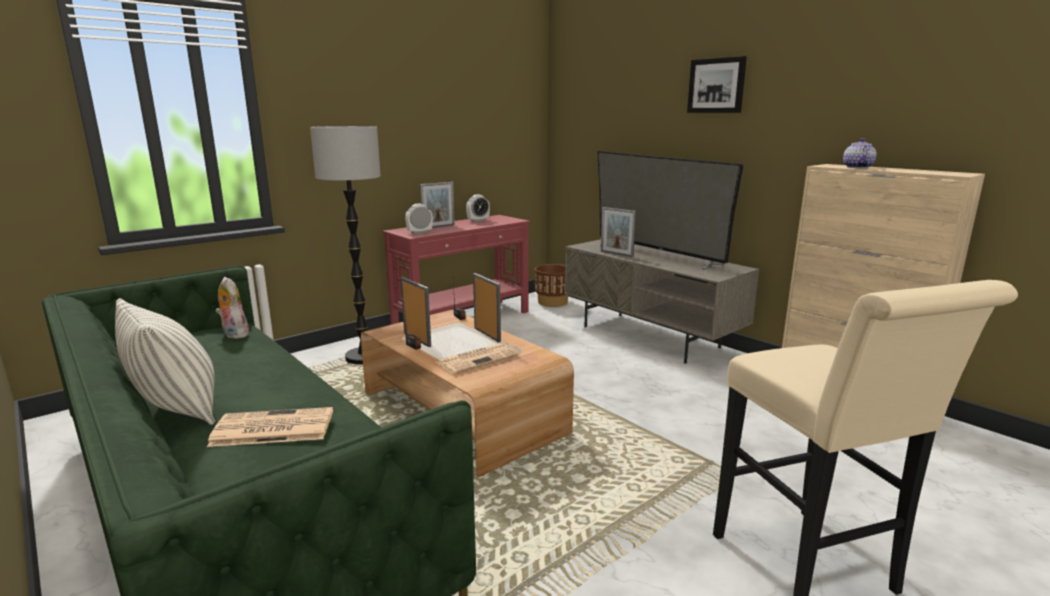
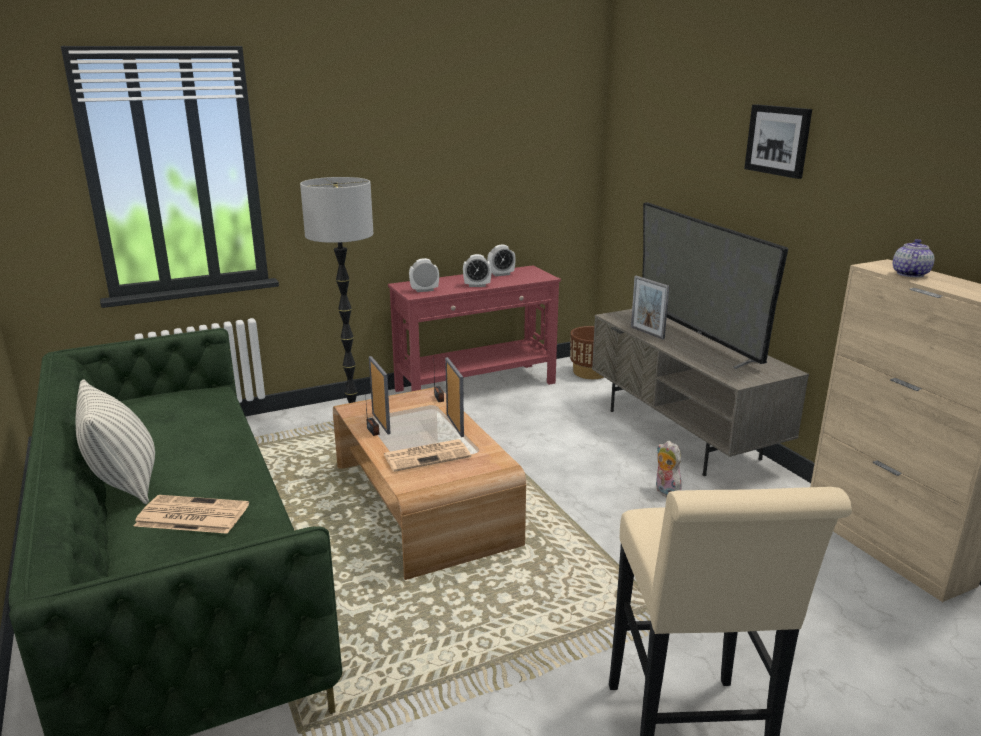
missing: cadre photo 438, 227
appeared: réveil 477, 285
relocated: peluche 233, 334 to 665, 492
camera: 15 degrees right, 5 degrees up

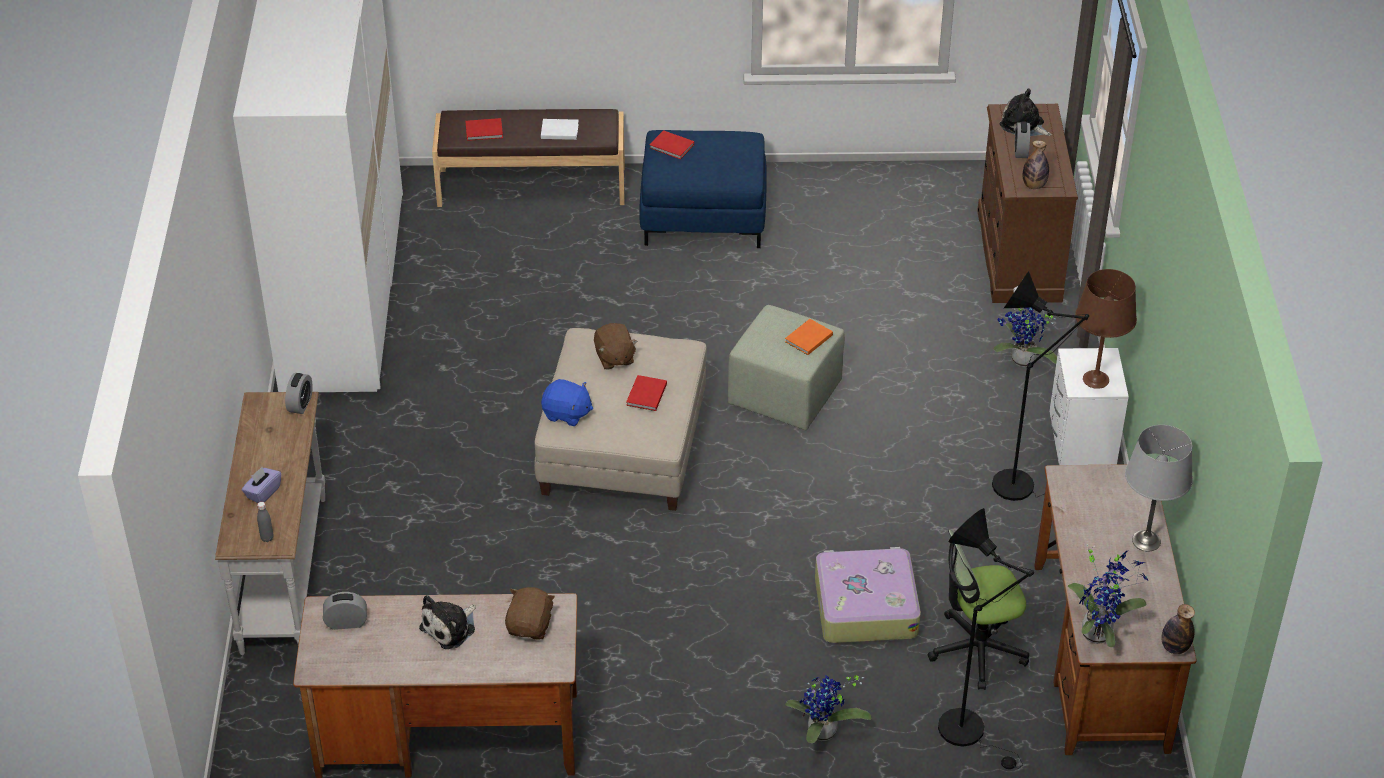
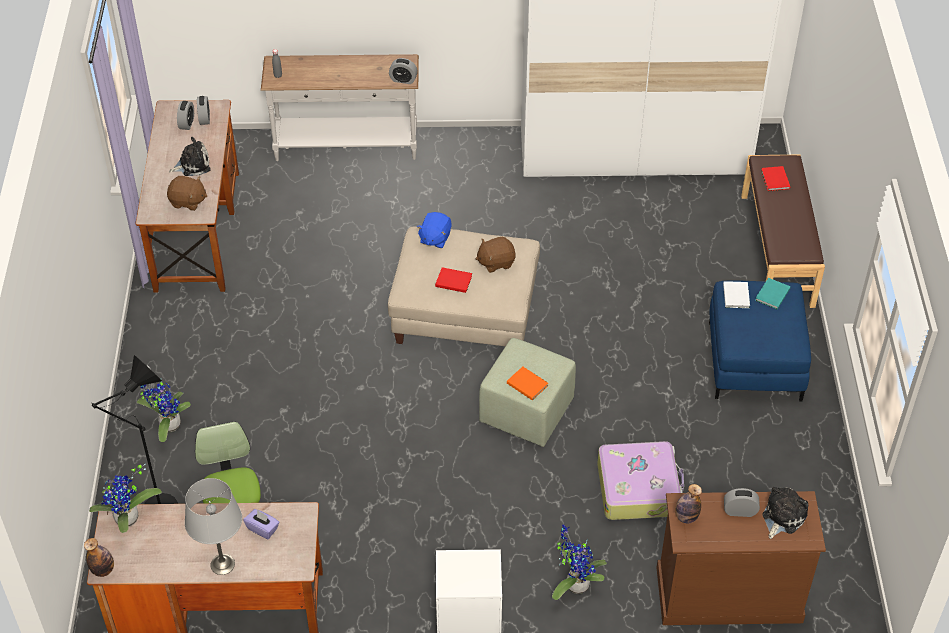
missing: lampadaire/noir 1021, 487; lampe de table/marron 1096, 379
appeared: réveil 187, 123
relocated: boîte à mouchoirs/violet 263, 492 to 262, 529; livre/blanc 558, 130 to 736, 295; valise 864, 606 to 639, 488
colour: livre/rouge 672, 147 to livre/turquoise 771, 295
spun: peluche 450, 628 = 192, 165 120 degrees clockwise
camera: 90 degrees right, 5 degrees up

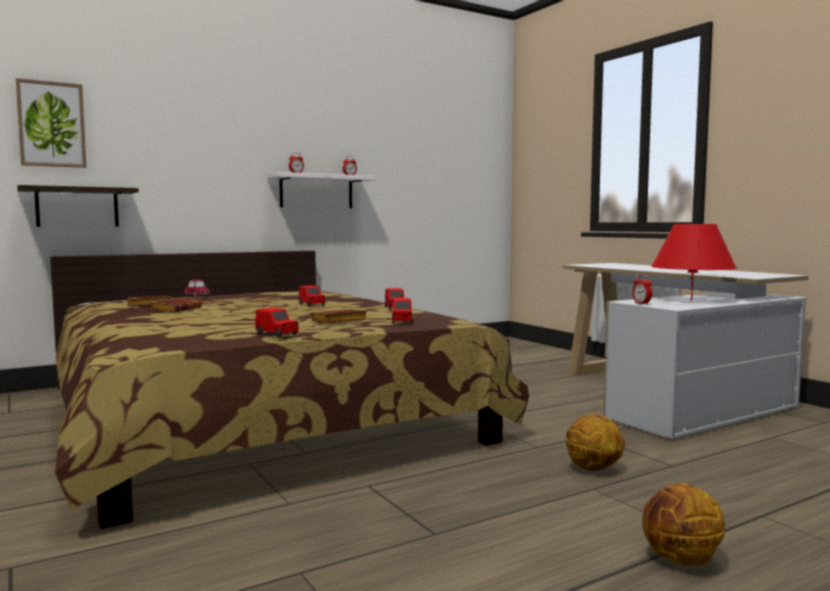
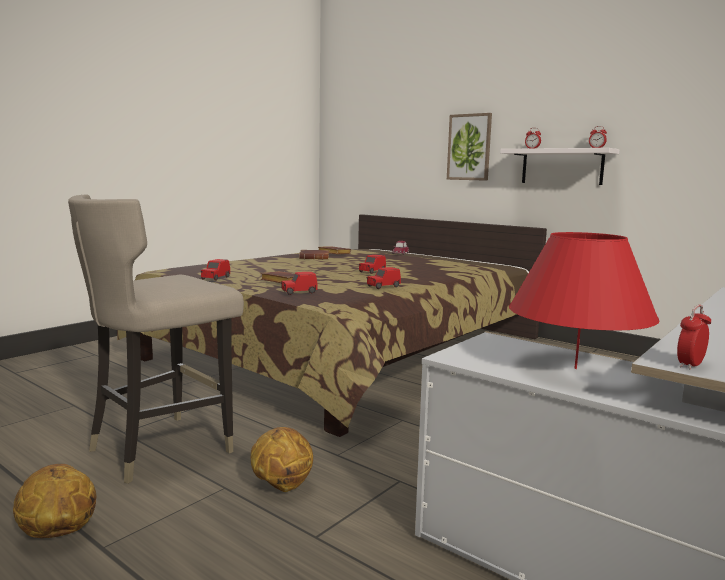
missing: étagère 77, 207
appeared: tabouret/beige 161, 448
relocated: tableau 51, 124 to 469, 147; réveil 641, 304 to 690, 365
camera: 70 degrees right, 5 degrees up

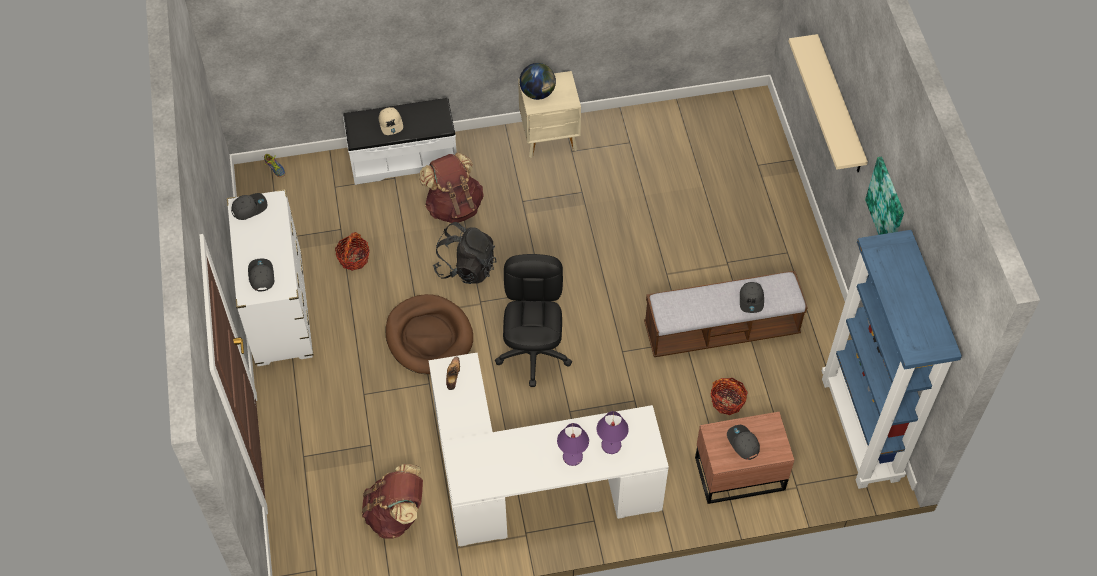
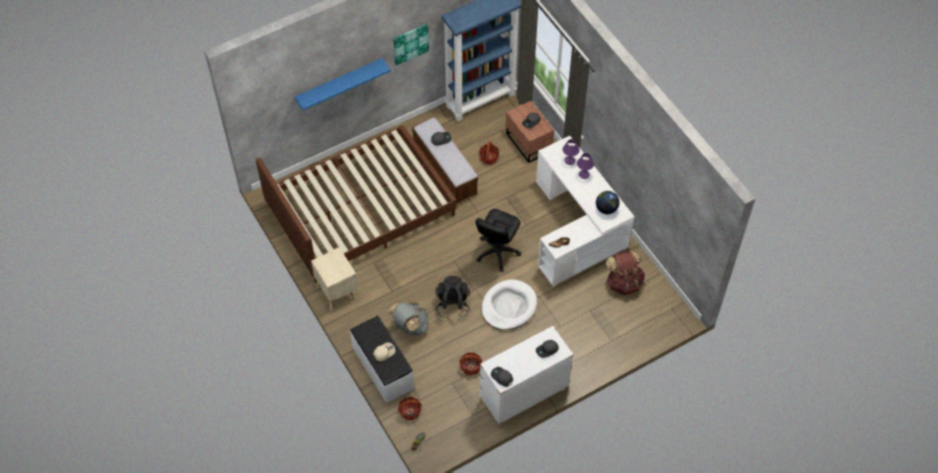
appeared: lit/marron 360, 210; panier 410, 411
relocated: globe 538, 93 to 606, 209
colour: panier pour chien/marron 429, 337 to panier pour chien/blanc 508, 306; sac à dos/marron 454, 206 to sac à dos/gris 410, 326; étagère/beige 839, 106 to étagère/bleu 339, 82
spun: chaise de bureau/noir 534, 353 = 497, 252 45 degrees counterclockwise
camera: 110 degrees left, 0 degrees up

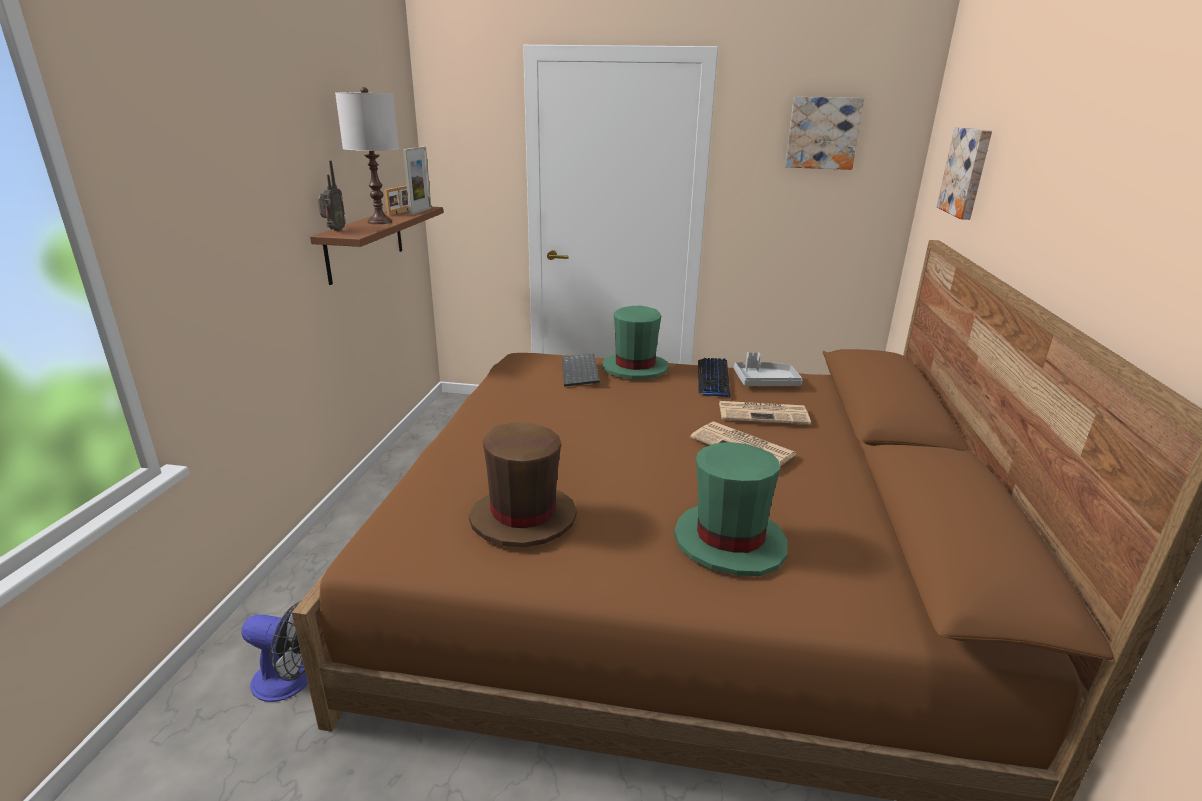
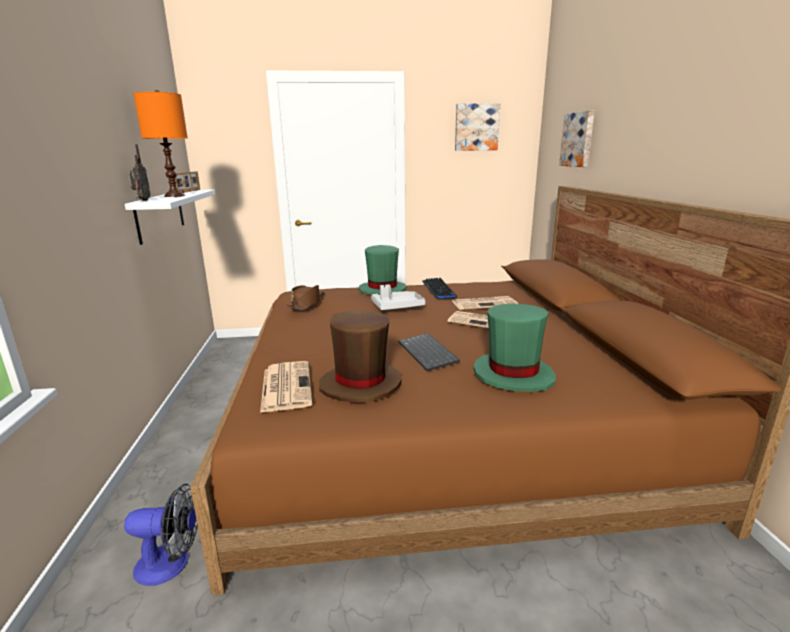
missing: cadre photo 420, 211
appeared: journal 286, 386; chapeau/marron 306, 304
relocated: clavier 581, 372 to 429, 353; plateau/gris 765, 382 to 397, 307
colour: étagère/marron 365, 242 to étagère/blanc 160, 215; lampe de table/blanc 380, 222 to lampe de table/orange 174, 196
camera: 15 degrees left, 5 degrees down

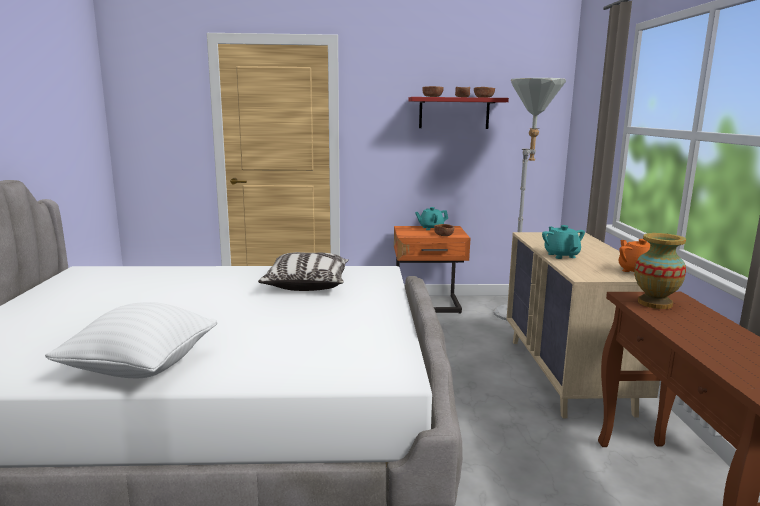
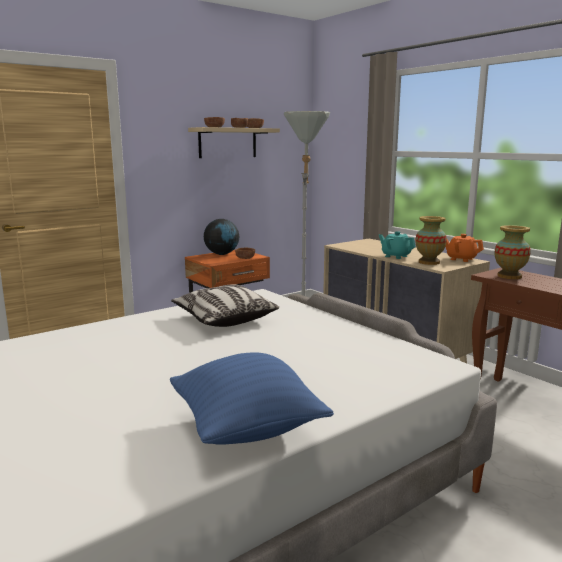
appeared: vase 429, 262
exchanged: théière/turquoise 431, 228 to globe 222, 254
colour: coussin/blanc 141, 368 to coussin/bleu 247, 428; étagère/rouge 454, 113 to étagère/beige 227, 143
camera: 35 degrees left, 0 degrees up

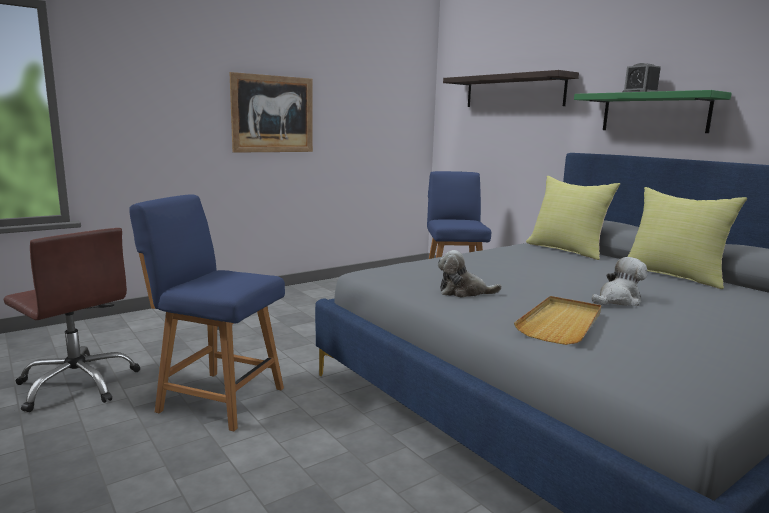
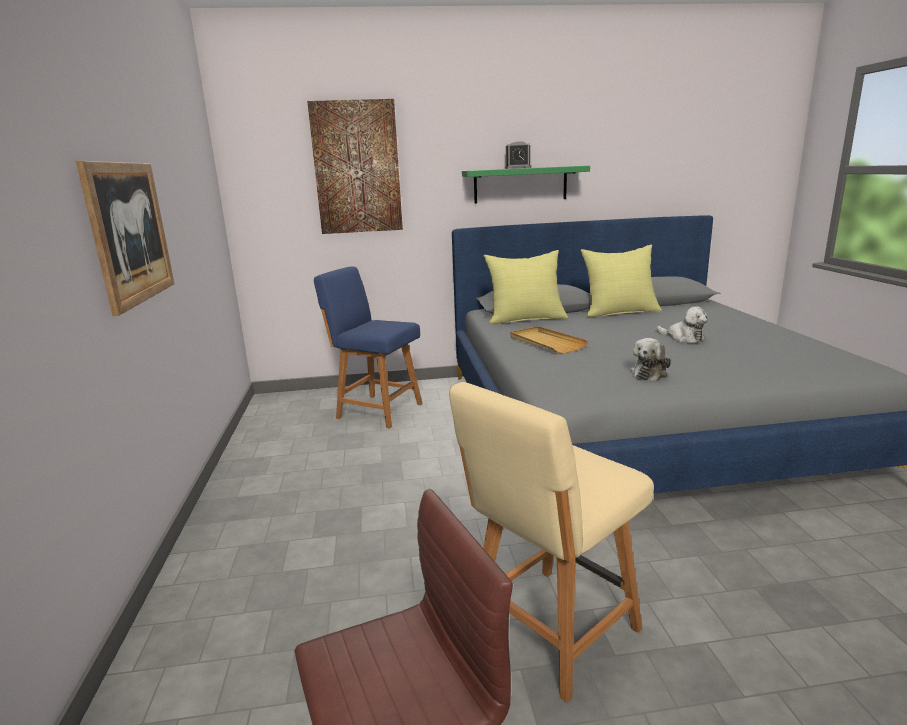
relocated: plateau/beige 561, 323 to 546, 342
exchanged: étagère 513, 91 to tableau 357, 168
colour: chaise/bleu 218, 398 to chaise/beige 550, 631
spun: peluche 618, 300 = 683, 338 135 degrees clockwise
camera: 60 degrees left, 5 degrees up

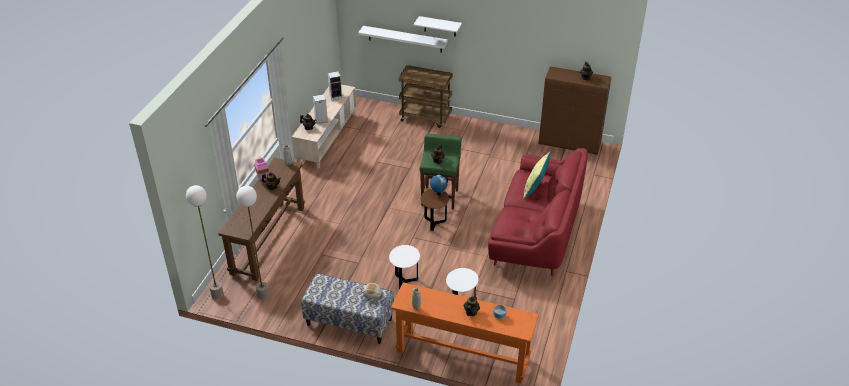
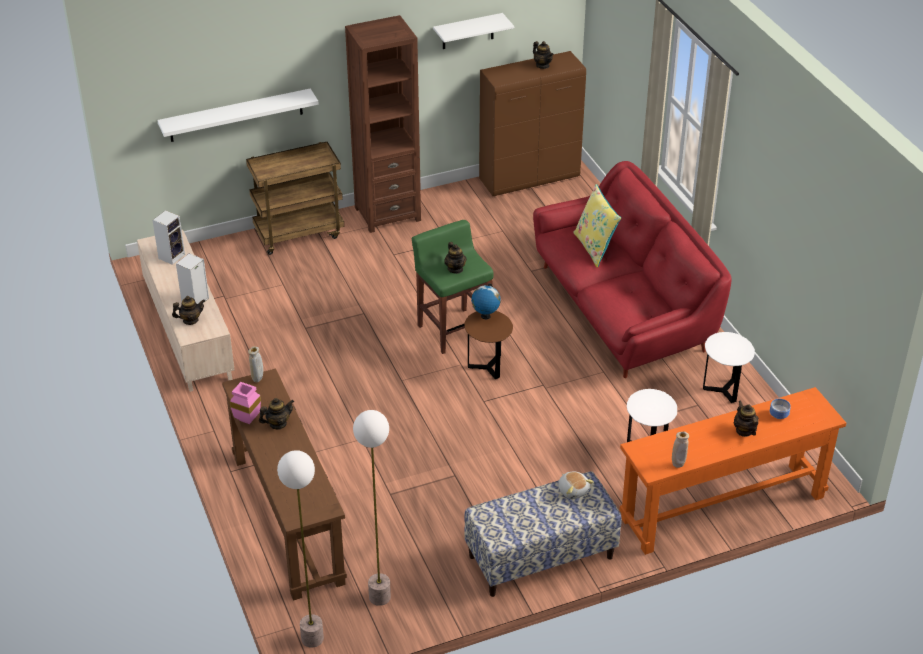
appeared: bibliothèque/marron 387, 214
relocated: table d'appoint/blanc 405, 281 to 723, 390; étagère/blanc 440, 26 to 468, 31
camera: 40 degrees left, 0 degrees up

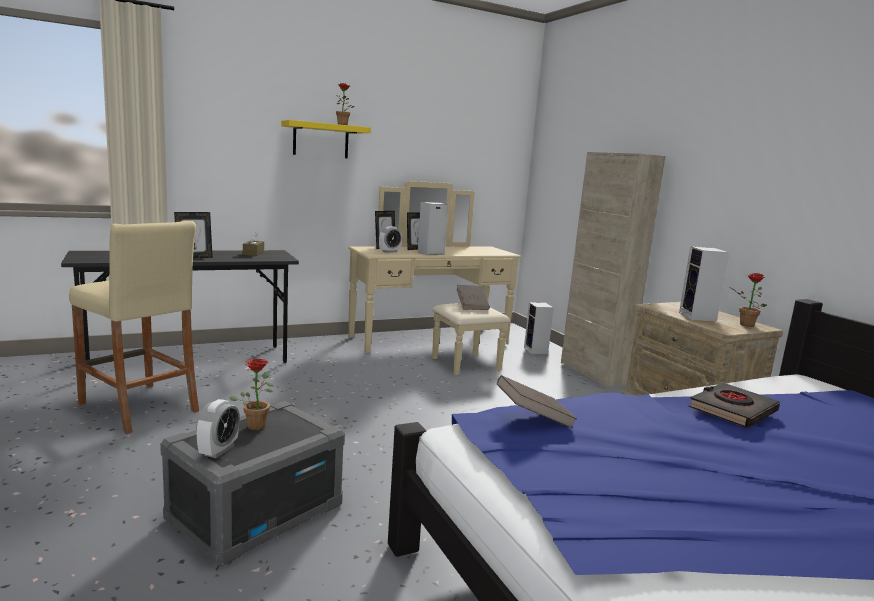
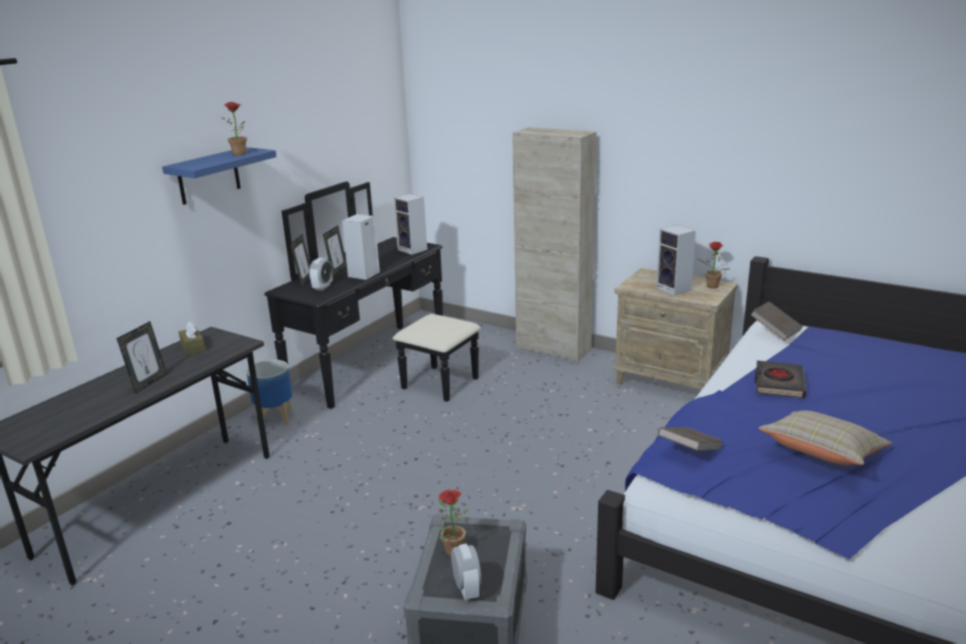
missing: tabouret/beige 138, 407
appeared: cache-pot 275, 418; coussin/beige 822, 454
relocated: livre/marron 472, 306 to 775, 331; enceinte 536, 351 to 413, 250
colour: étagère/jaune 321, 140 to étagère/bleu 208, 176; commode/beige 438, 344 to commode/noir 385, 367
camera: 30 degrees left, 10 degrees up

